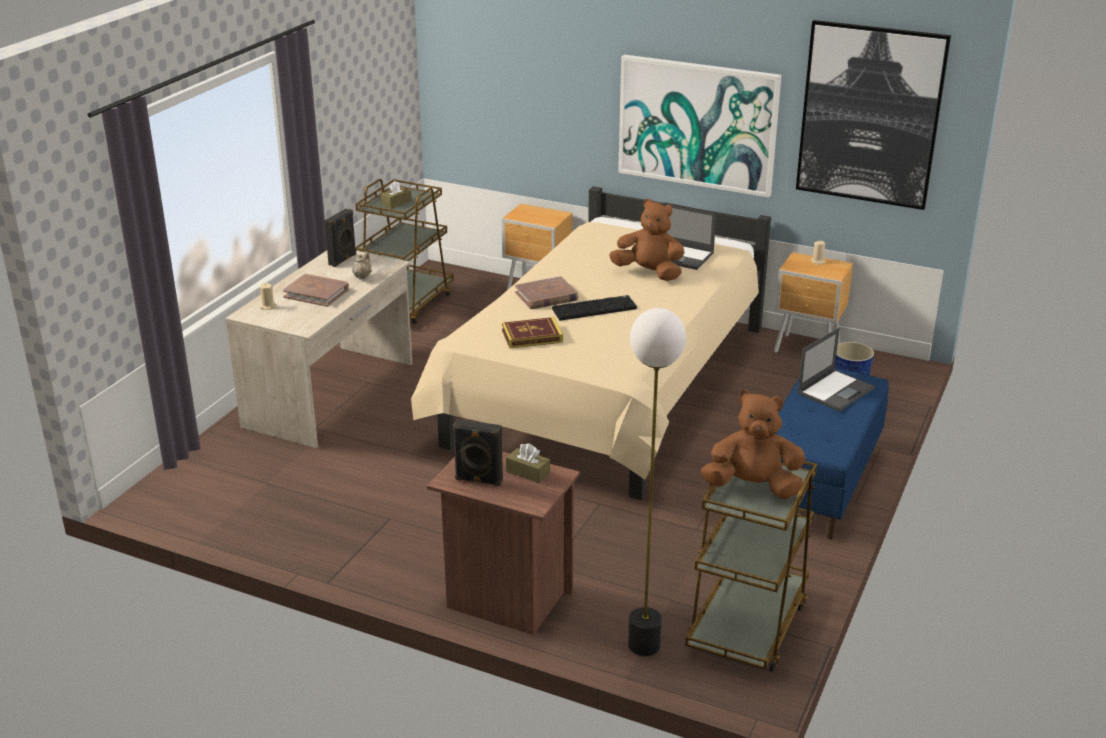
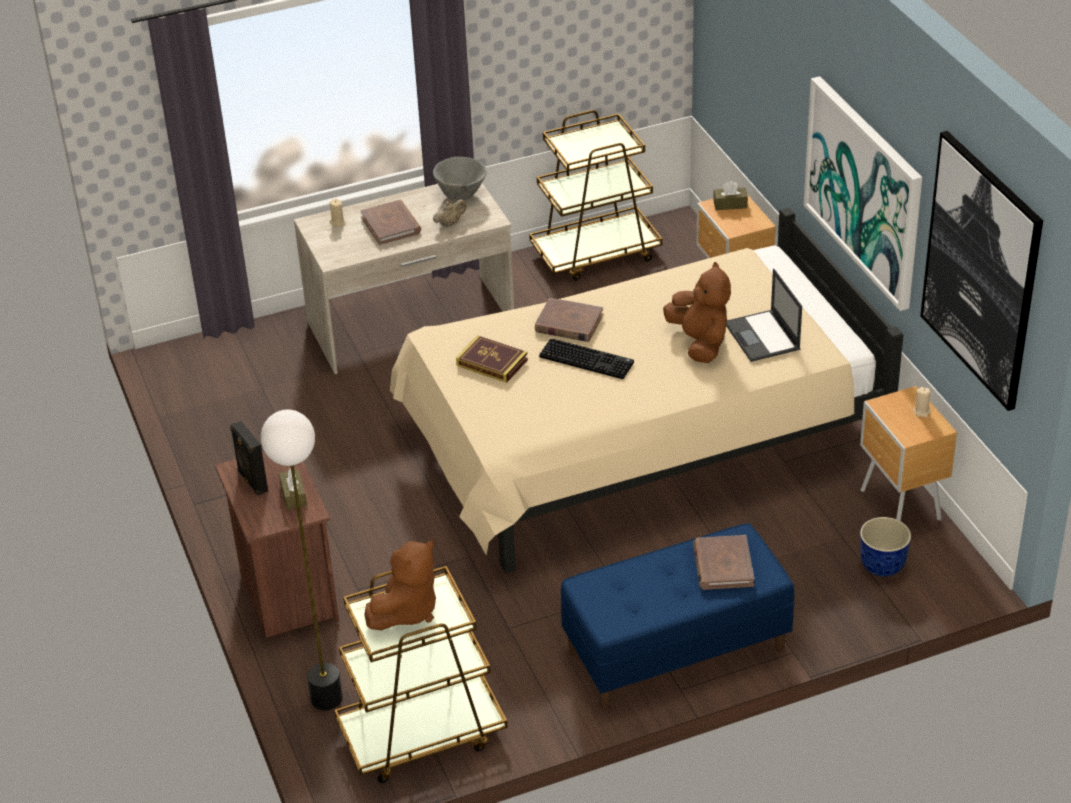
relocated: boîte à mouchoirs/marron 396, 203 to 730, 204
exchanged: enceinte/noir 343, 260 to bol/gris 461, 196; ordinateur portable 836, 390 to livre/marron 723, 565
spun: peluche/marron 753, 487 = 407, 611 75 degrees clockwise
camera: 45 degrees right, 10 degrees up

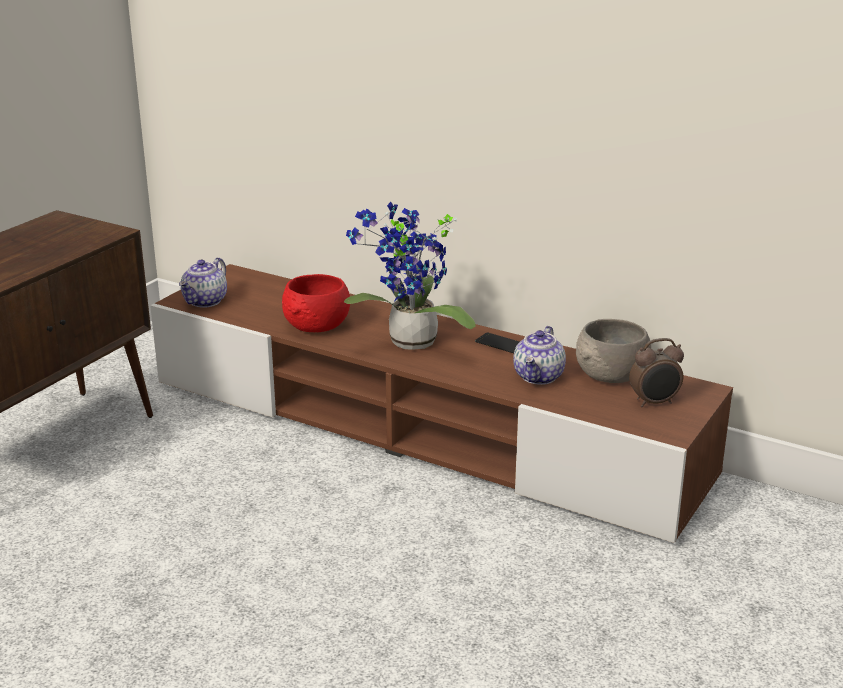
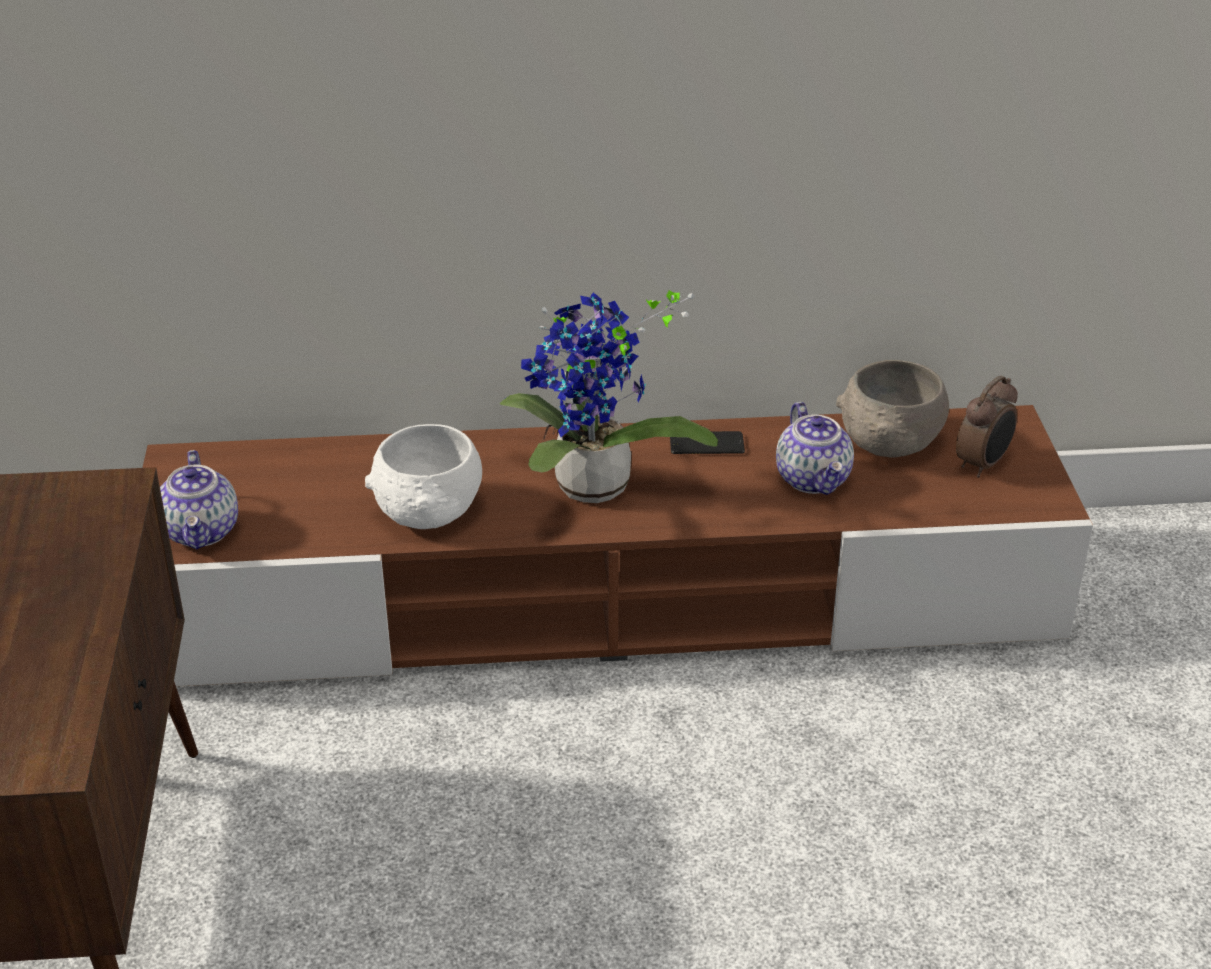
colour: bol/rouge 316, 326 to bol/blanc 429, 512
camera: 35 degrees left, 10 degrees up

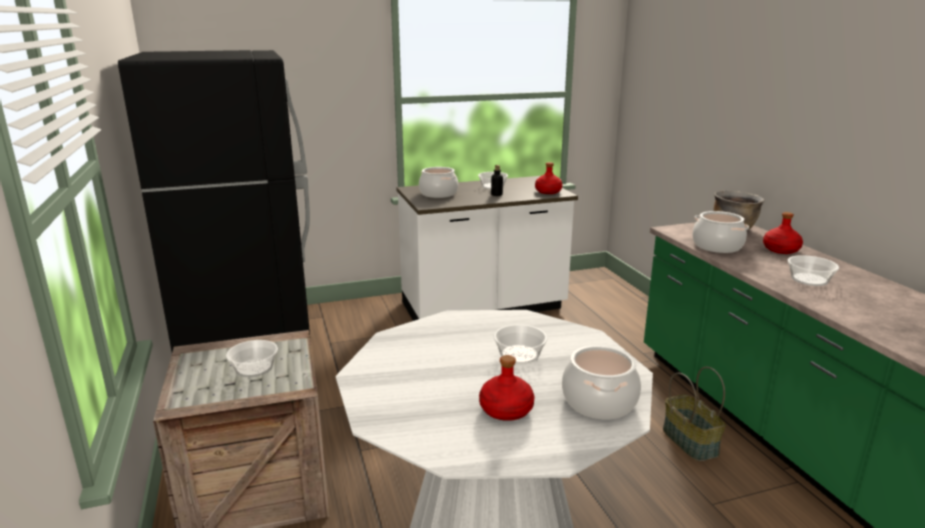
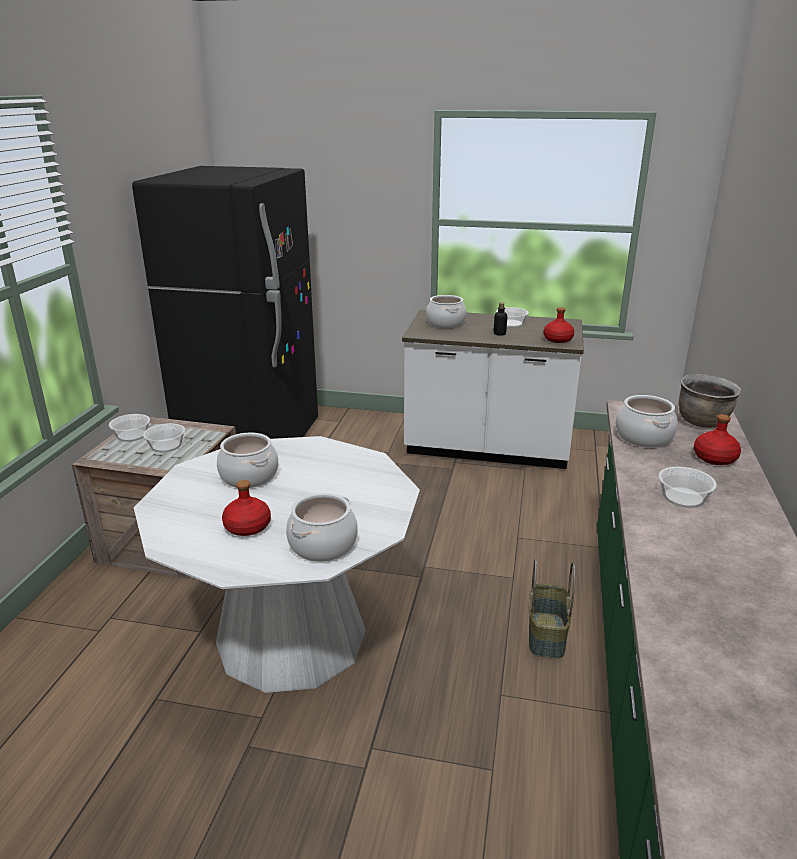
appeared: marmite 249, 476
relocated: bol 520, 354 to 132, 435
camera: 30 degrees right, 5 degrees up

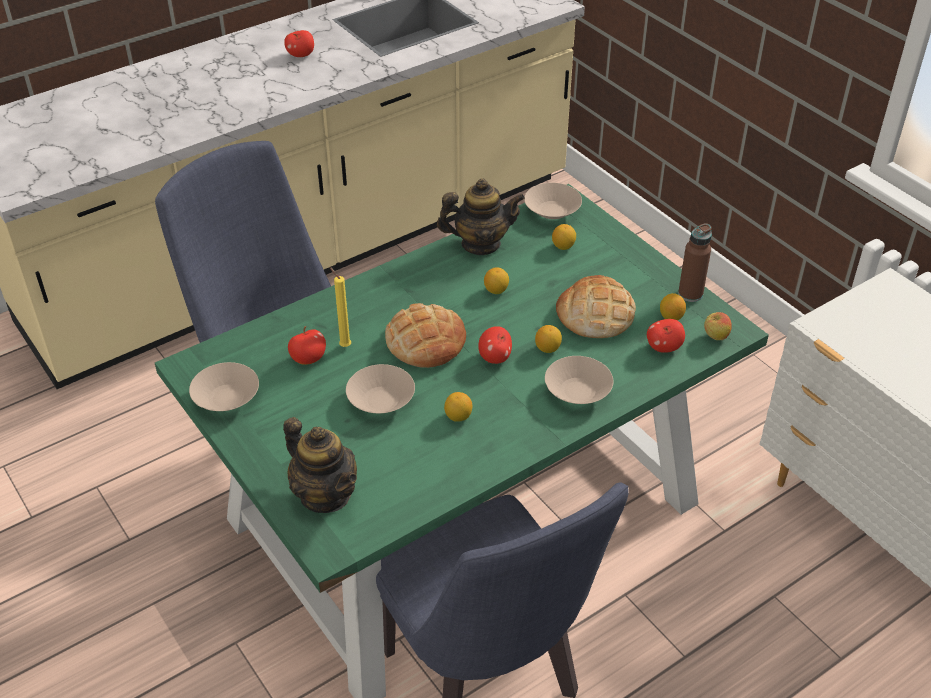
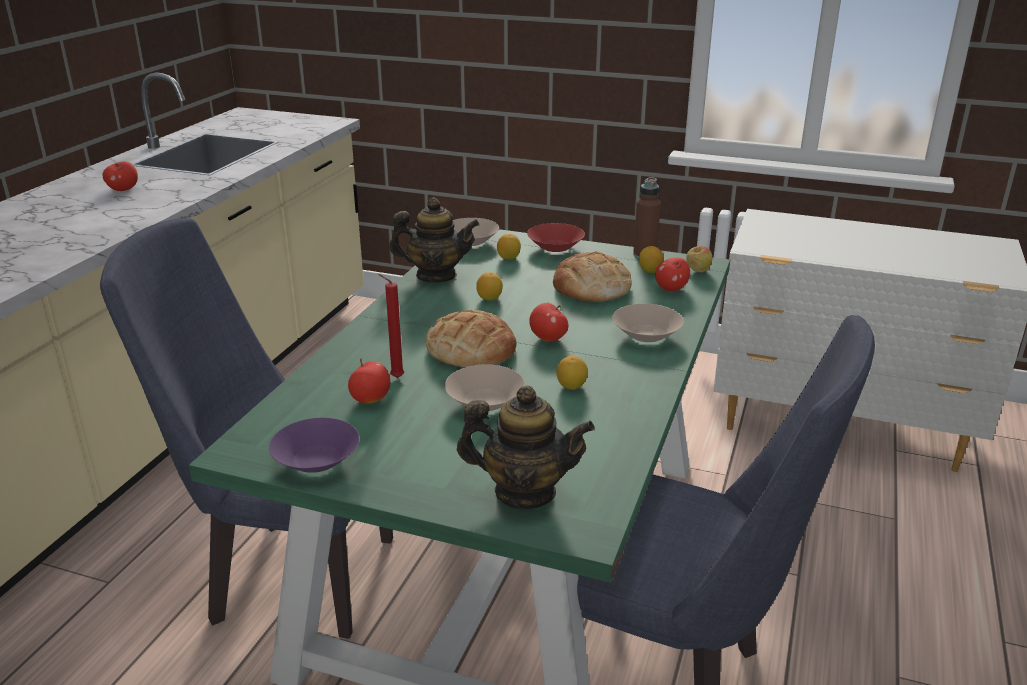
missing: citron 548, 349
appeared: bol/rouge 555, 247
colour: bol/beige 225, 399 to bol/violet 315, 461; bougie/jaune 344, 345 to bougie/rouge 395, 377
spun: théière 480, 244 = 436, 276 45 degrees clockwise
camera: 35 degrees left, 15 degrees down

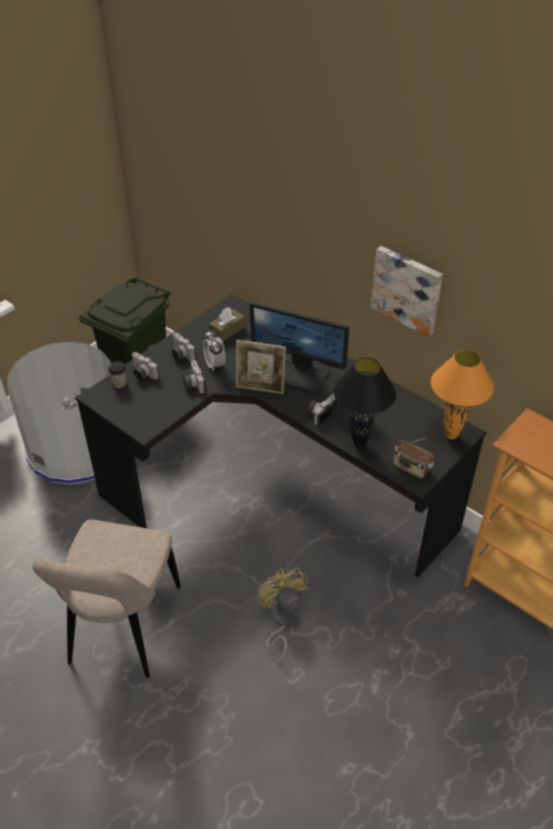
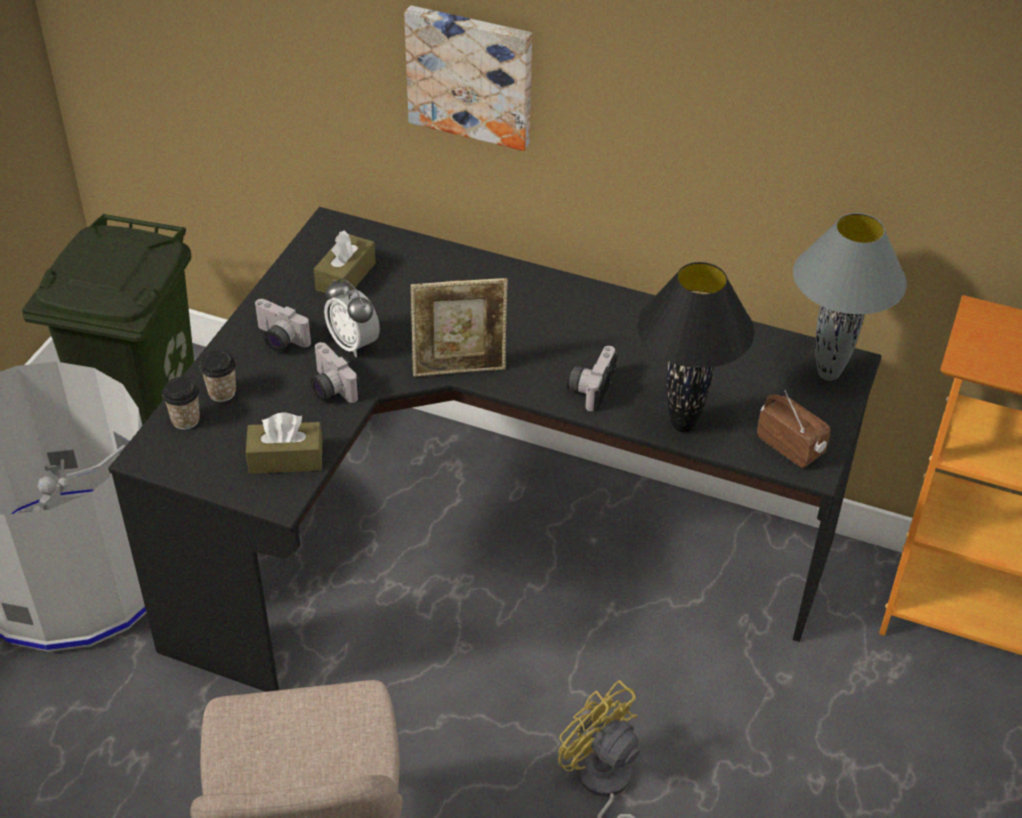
missing: écran d'ordinateur 298, 374
appeared: boîte à mouchoirs/marron 286, 458
relocated: tableau 407, 289 to 471, 75
exchanged: appareil photo 142, 374 to tasse 222, 392
colour: lampe de table/orange 451, 435 to lampe de table/gris 829, 373
spun: radio 411, 467 = 790, 446 150 degrees counterclockwise
camera: 20 degrees left, 0 degrees up

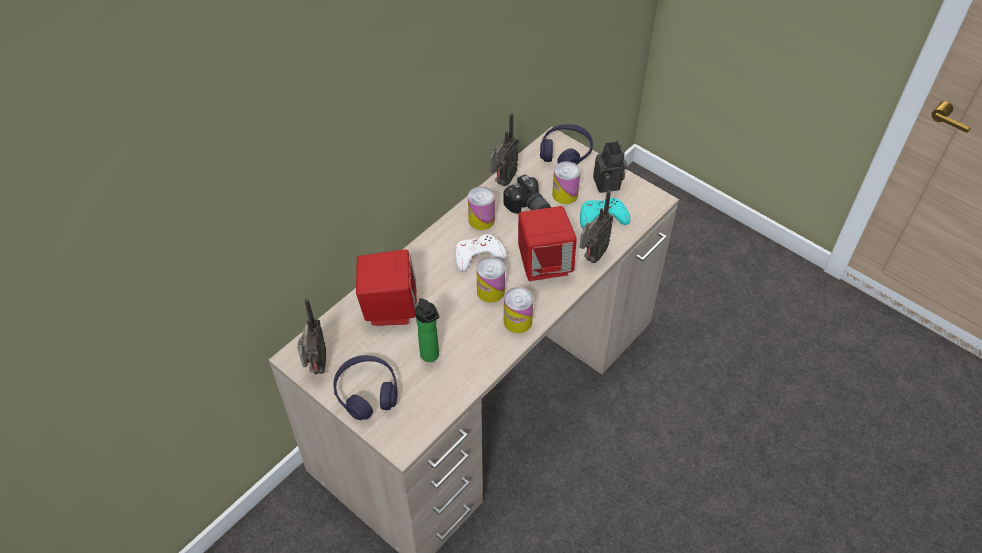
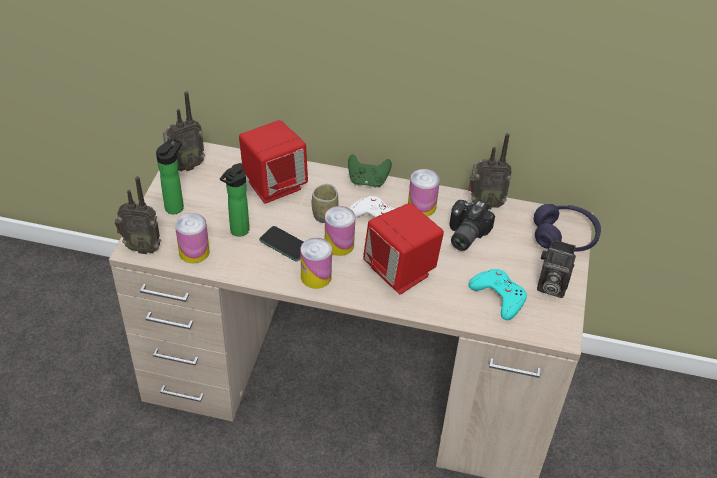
appeared: téléphone 285, 244; tasse 324, 215; manette/vert 367, 181
relocated: boîte métallique 565, 194 to 194, 252; radio 592, 256 to 142, 247
exchanged: casque audio/violet 367, 392 to bouteille 176, 206
spun: appareil photo 609, 184 = 550, 286 60 degrees clockwise
camera: 60 degrees right, 5 degrees down

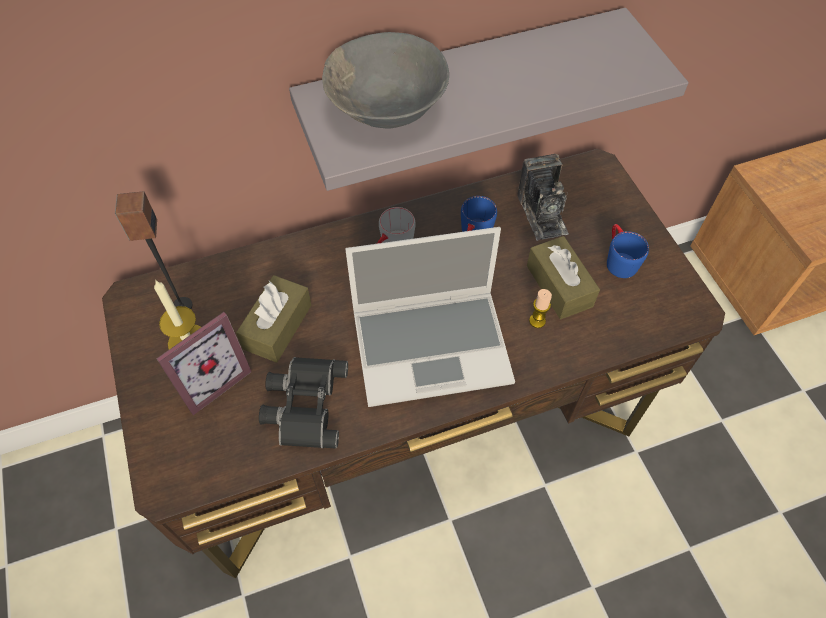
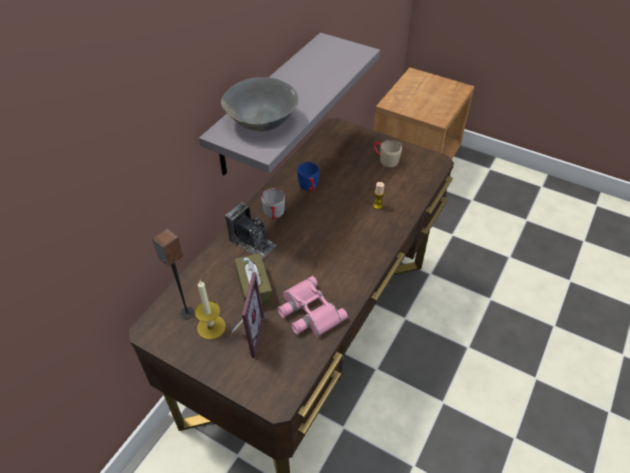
missing: ordinateur portable 433, 346; boîte à mouchoirs/marron 559, 286
relocated: appareil photo 542, 213 to 252, 242
colour: jumelles/noir 304, 404 to jumelles/rose 308, 312; mug/bleu 618, 259 to mug/beige 385, 159
camera: 40 degrees left, 10 degrees down

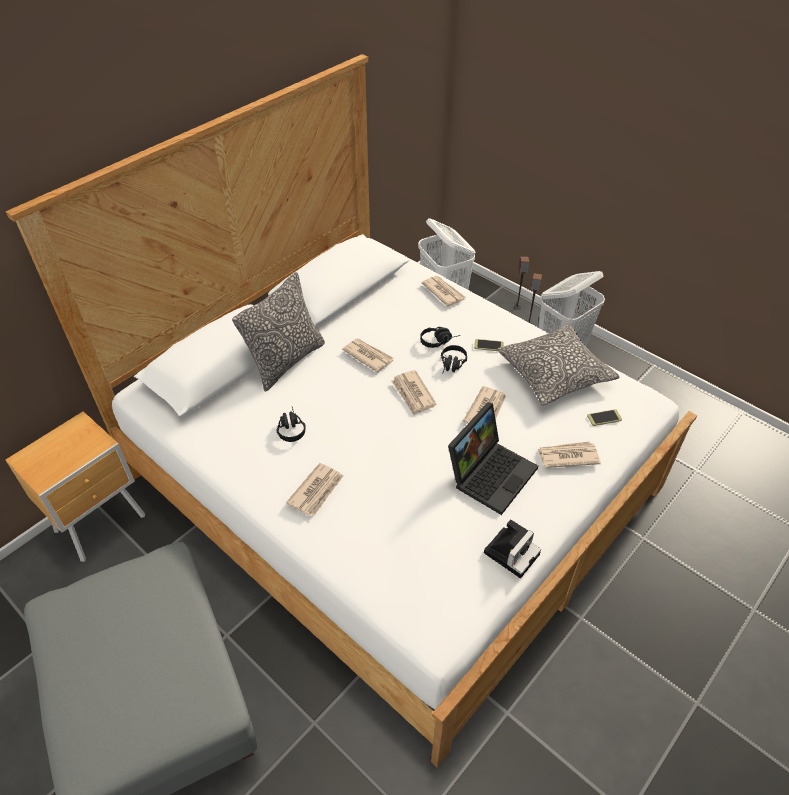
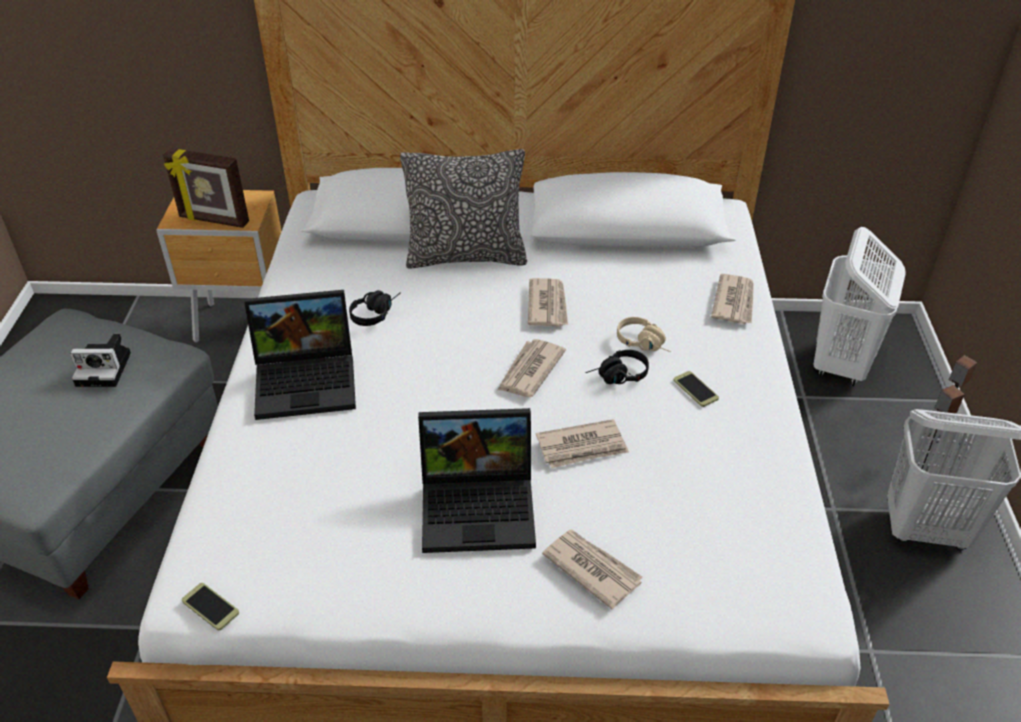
missing: coussin 554, 373
appeared: cadre photo 213, 220
relocated: appareil photo 512, 551 to 106, 368; téléphone 604, 418 to 210, 607
exchanged: journal 317, 491 to ordinateur portable 308, 380
colour: casque audio/noir 439, 341 to casque audio/beige 645, 344
camera: 50 degrees right, 5 degrees down

